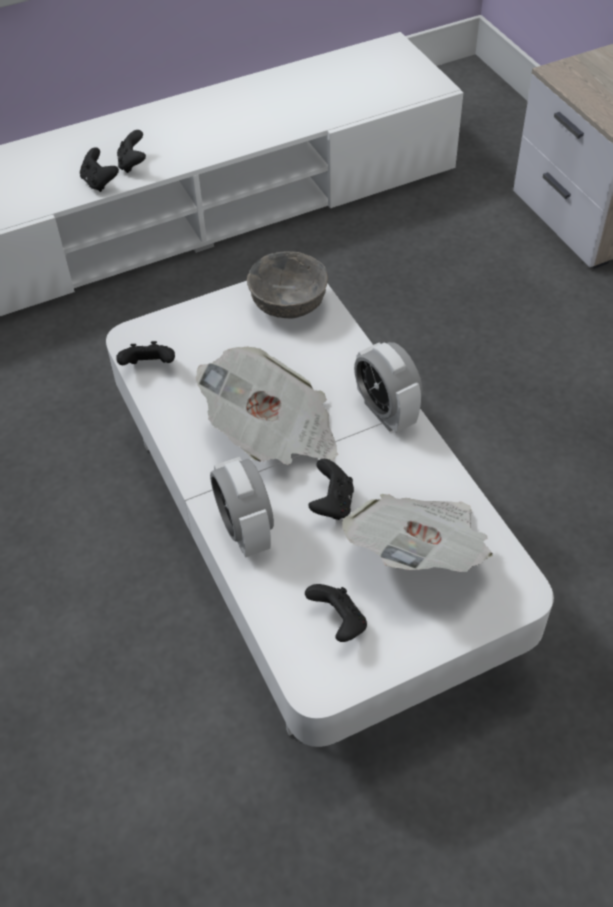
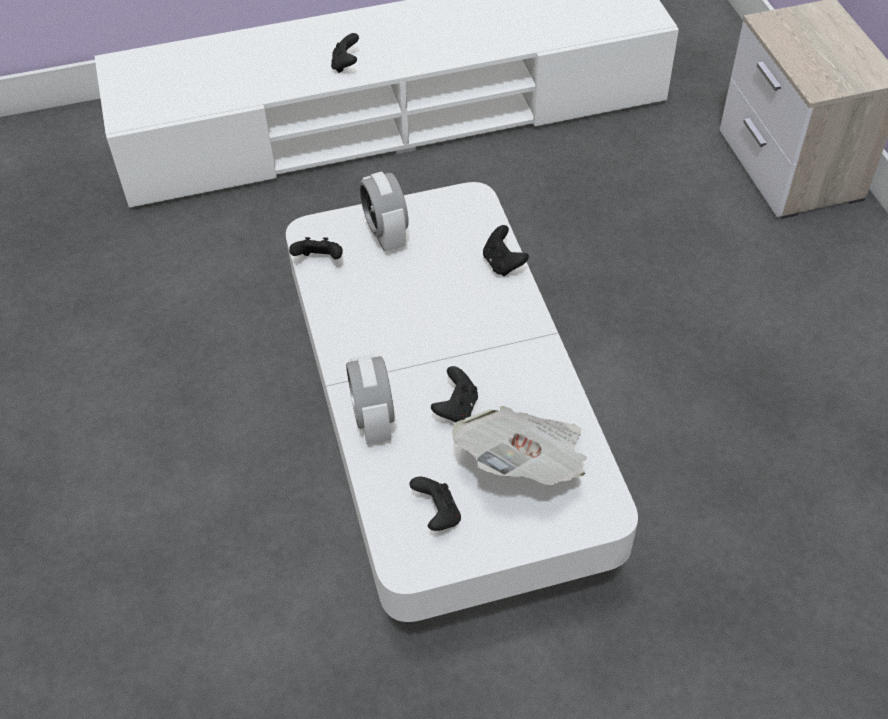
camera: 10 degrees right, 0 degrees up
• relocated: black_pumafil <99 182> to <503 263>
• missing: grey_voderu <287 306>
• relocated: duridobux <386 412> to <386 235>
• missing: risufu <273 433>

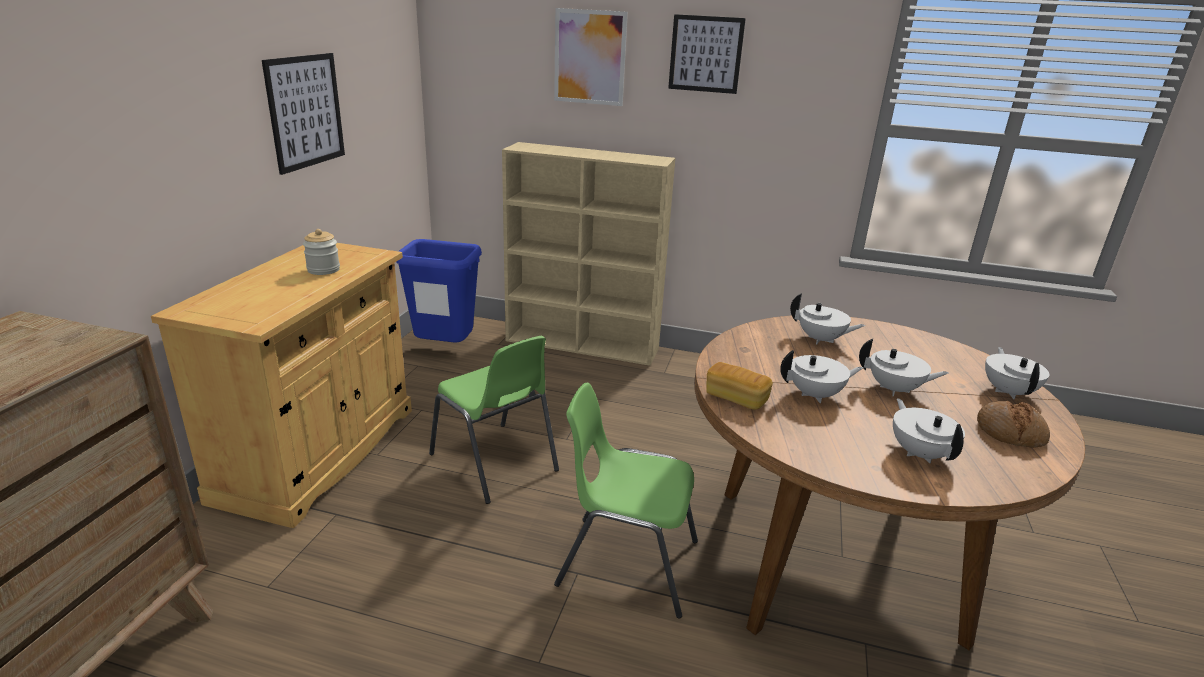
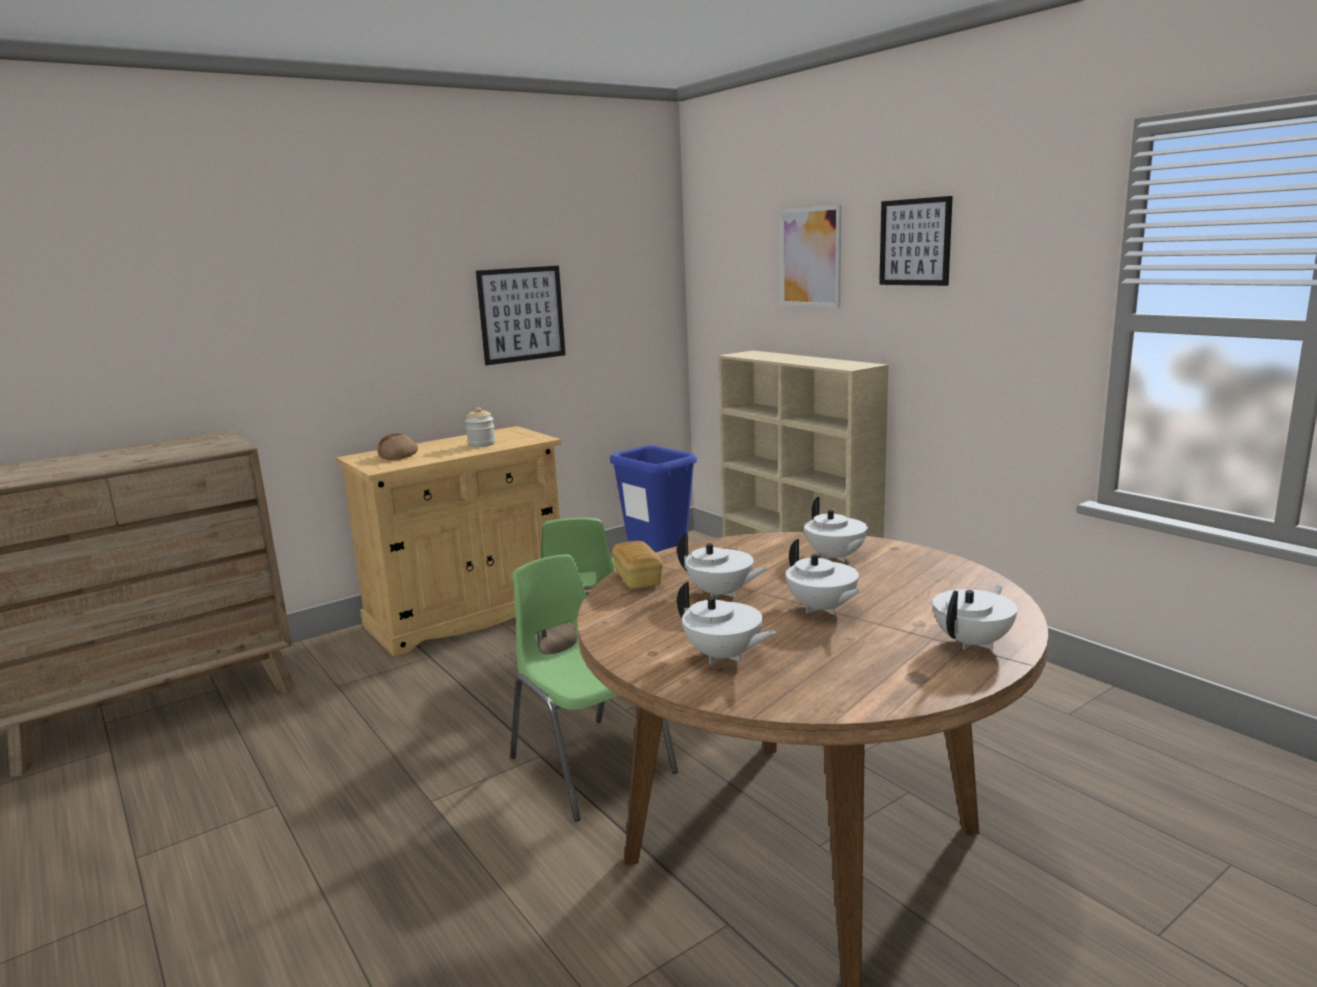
camera: 40 degrees right, 10 degrees down
• spun: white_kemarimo <920 453> = <723 656> 105 degrees clockwise
• relocated: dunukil <1010 432> to <398 455>

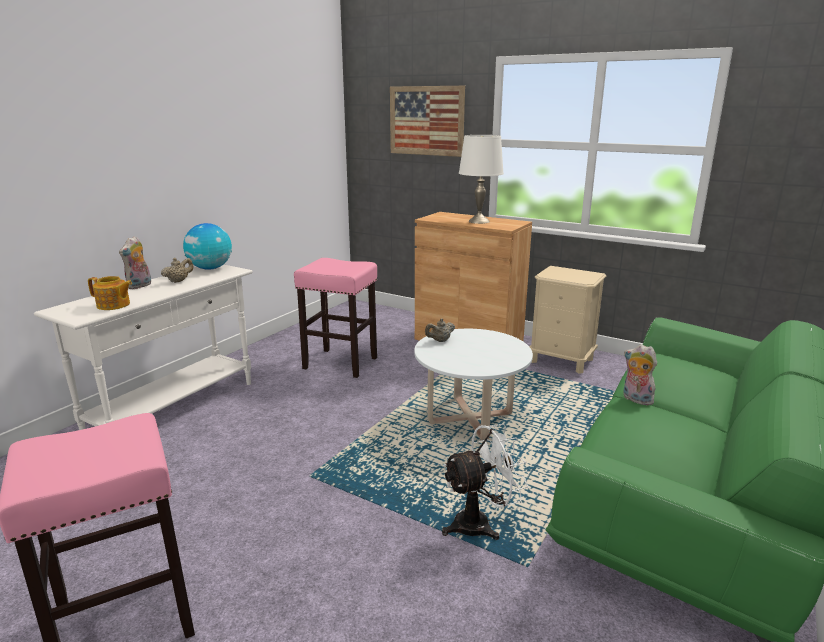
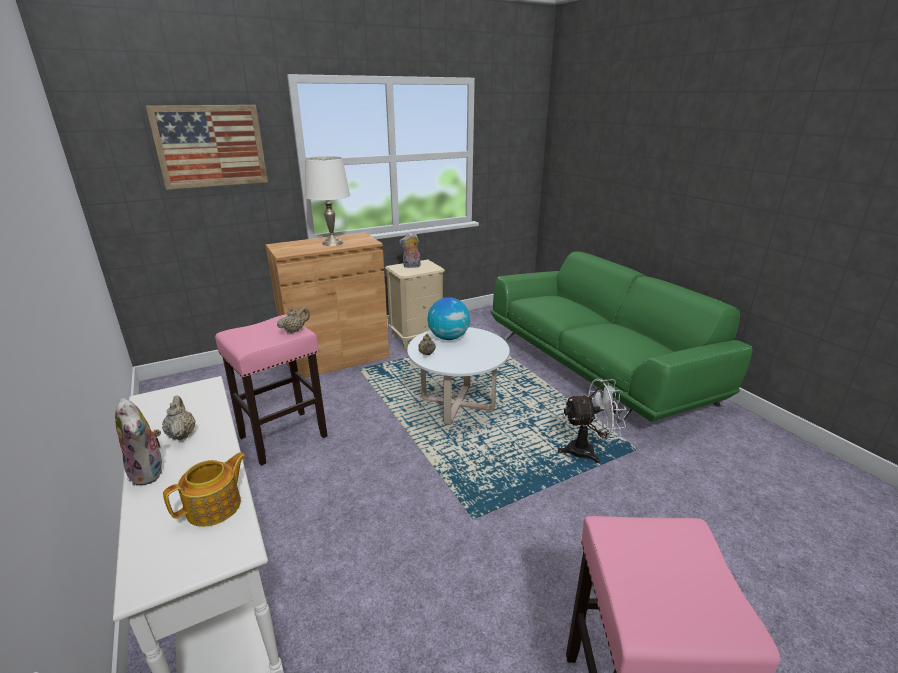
camera: 60 degrees left, 5 degrees up
• relocated: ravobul <210 268> to <448 338>
• relocated: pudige <635 399> to <411 266>
• spun: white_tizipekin <480 523> = <587 450> 75 degrees clockwise
• appeared: beige_kemarimo <295 330>

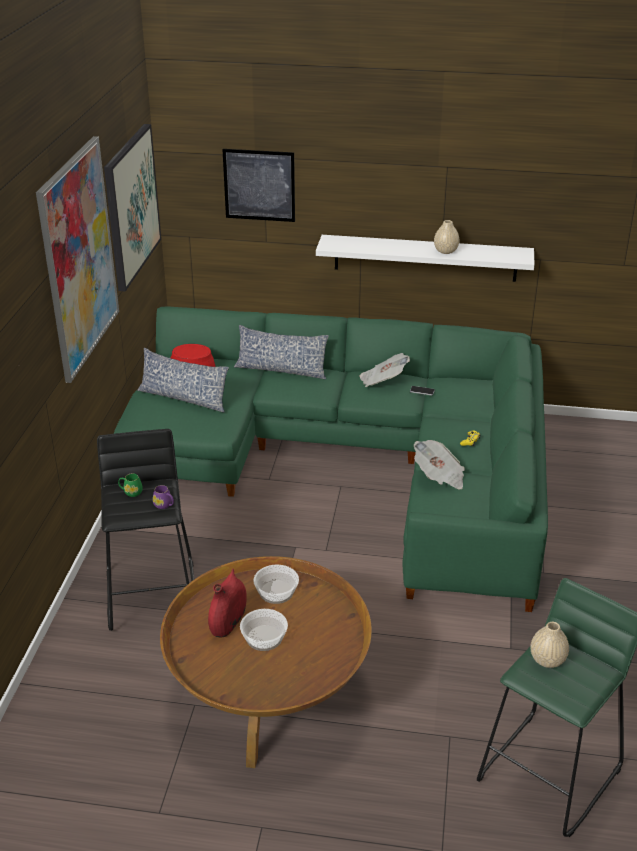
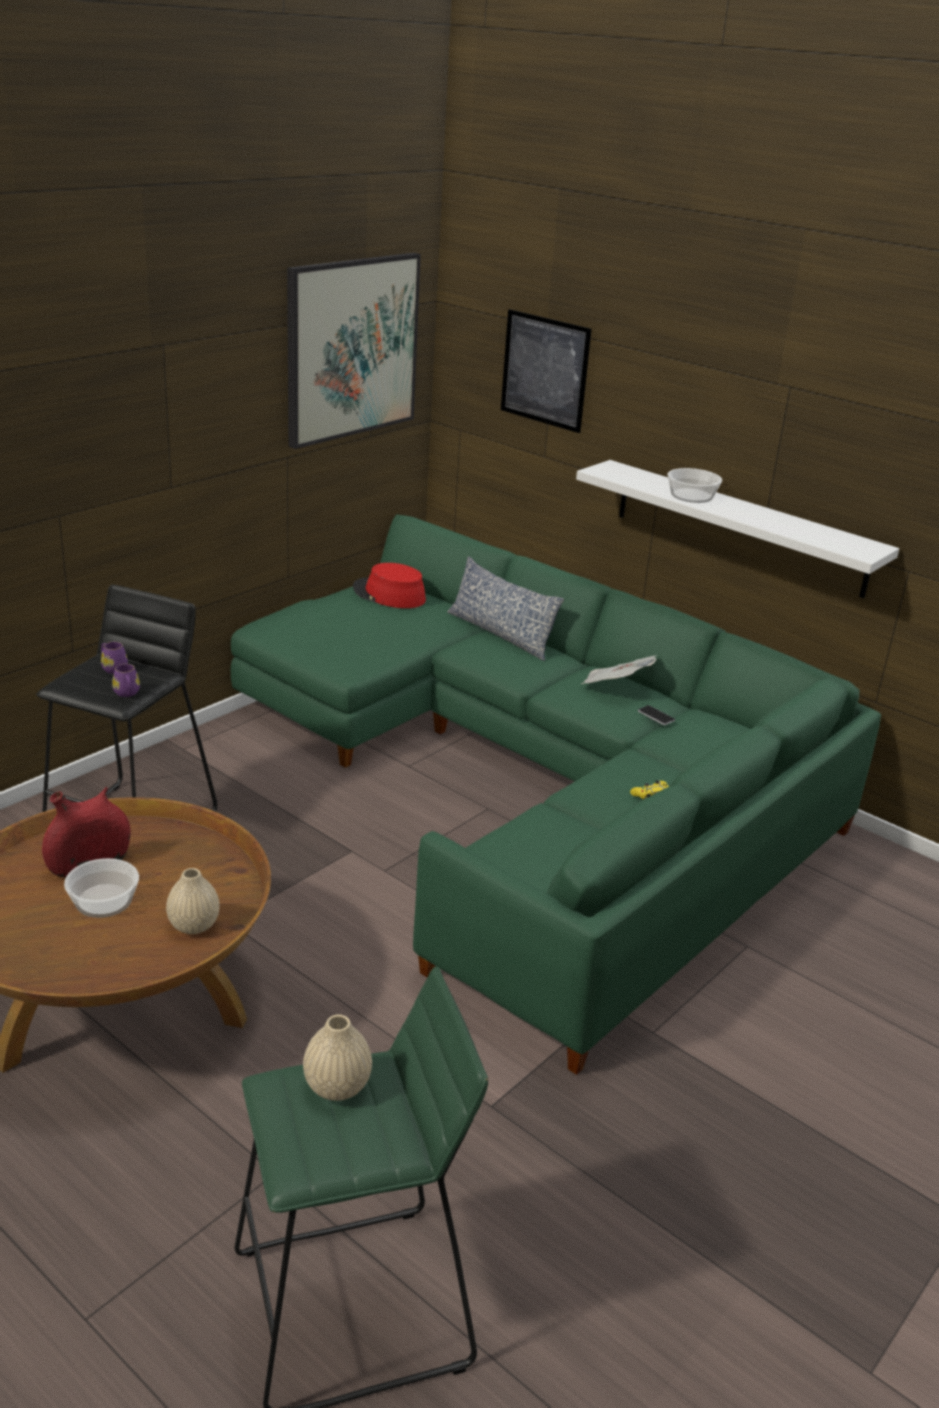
camera: 30 degrees right, 5 degrees down
• missing: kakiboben <79 258>
• relocated: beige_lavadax <445 251> to <194 925>
• missing: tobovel <183 398>
• missing: risufu <439 476>
• colour: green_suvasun <131 492> to purple_suvasun <112 668>
• relocated: voderu <276 592> to <691 495>

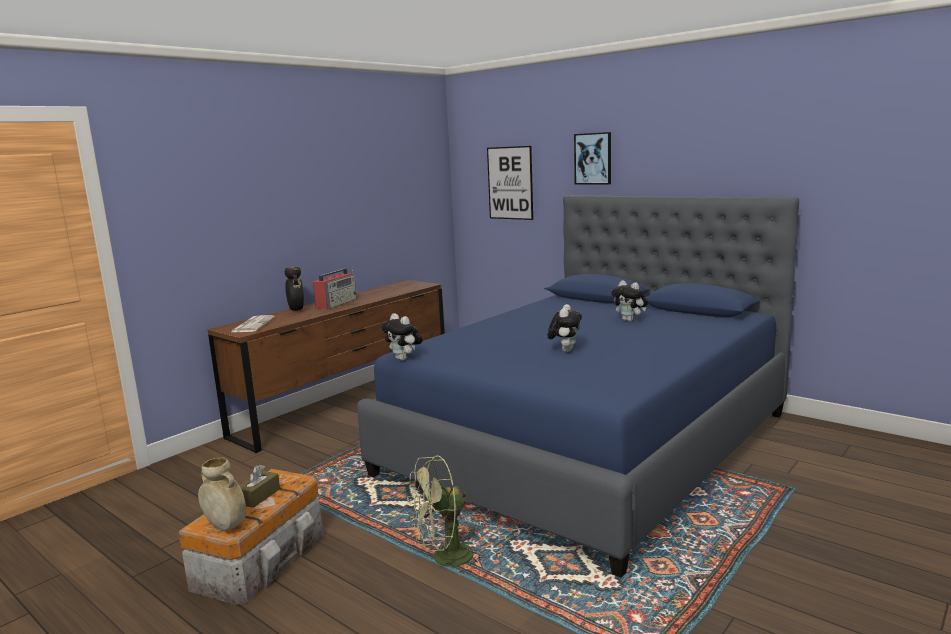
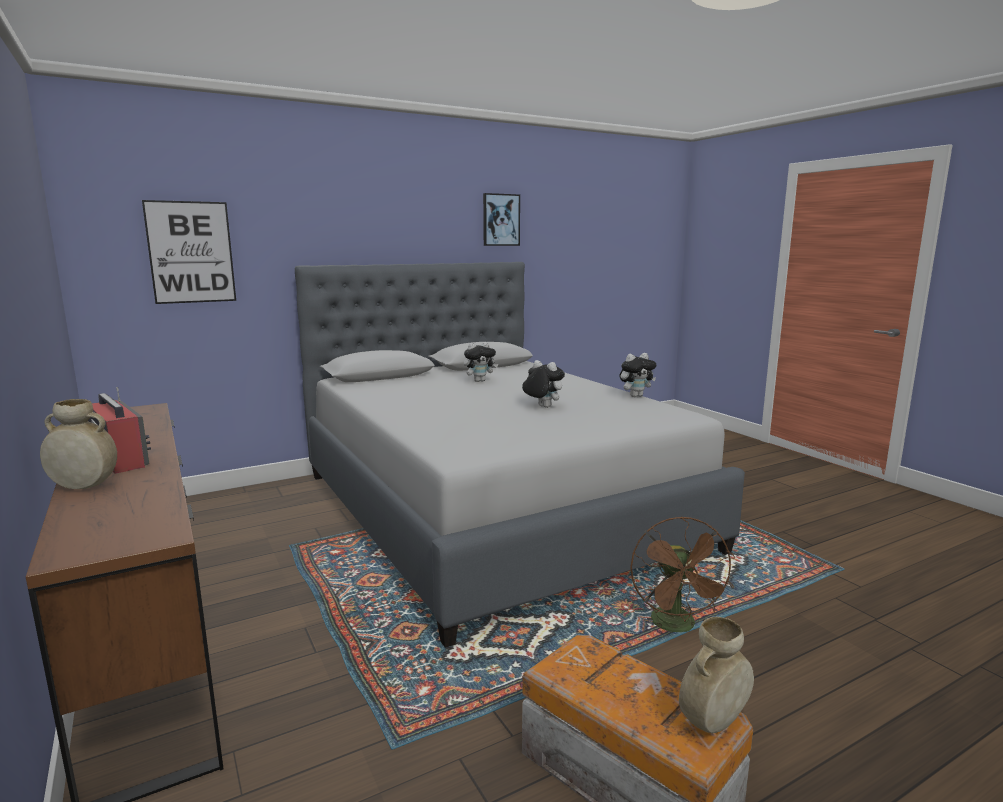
camera: 70 degrees left, 0 degrees up
• relocated: kakiboben <593 158> to <501 220>
• colour: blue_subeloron <589 443> to grey_subeloron <493 510>
• colour: black_lavadax <296 310> to beige_lavadax <83 487>
• relocated: pudige <404 359> to <636 396>
• missing: risufu <253 325>
• colour: green_tizipekin <444 559> to brown_tizipekin <677 627>
• missing: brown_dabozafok <259 496>

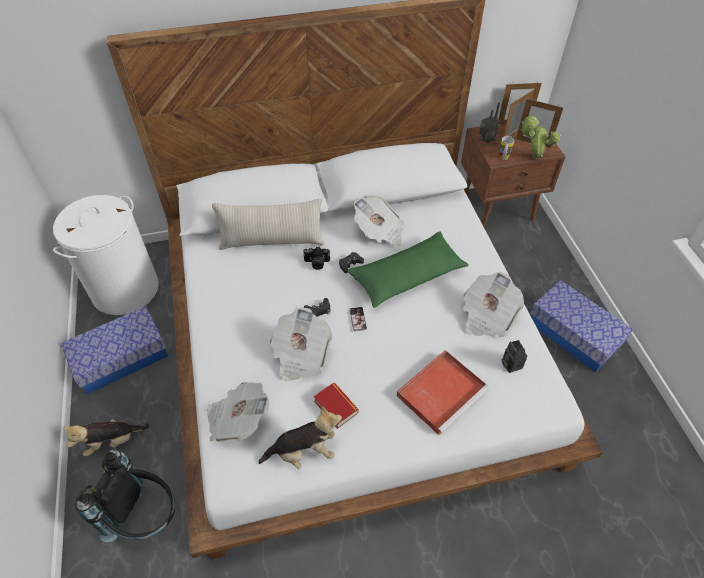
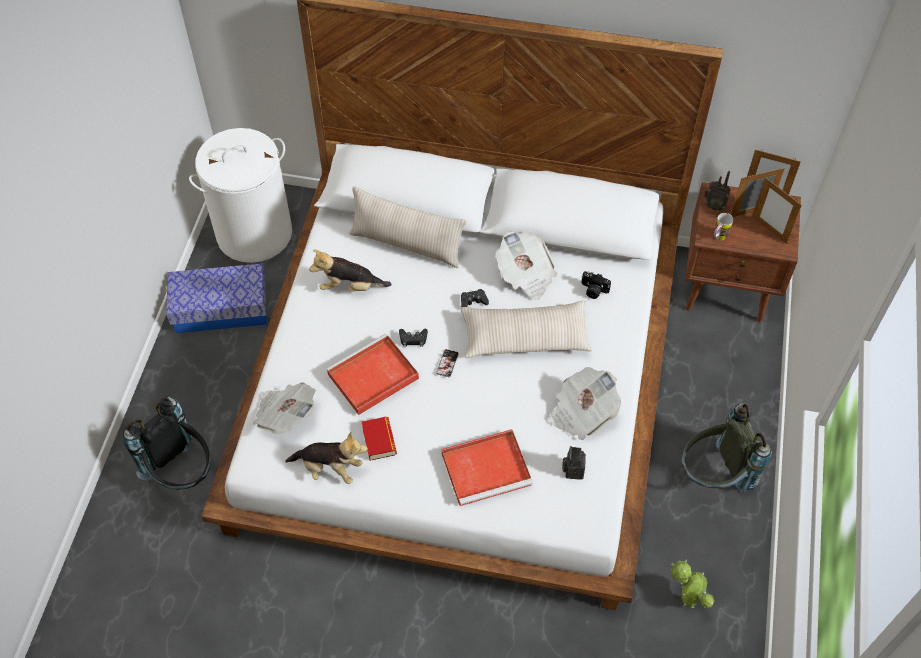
camera: 25 degrees right, 5 degrees up
• relocated: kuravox <533 157> to <687 599>
• colour: green_tobovel <407 276> to beige_tobovel <525 337>
• relocated: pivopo <316 263> to <593 290>
• exchanged: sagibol <573 334> to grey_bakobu <714 475>
• exchanged: risufu <300 355> to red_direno <371 377>
• relocated: pudige <112 441> to <350 286>

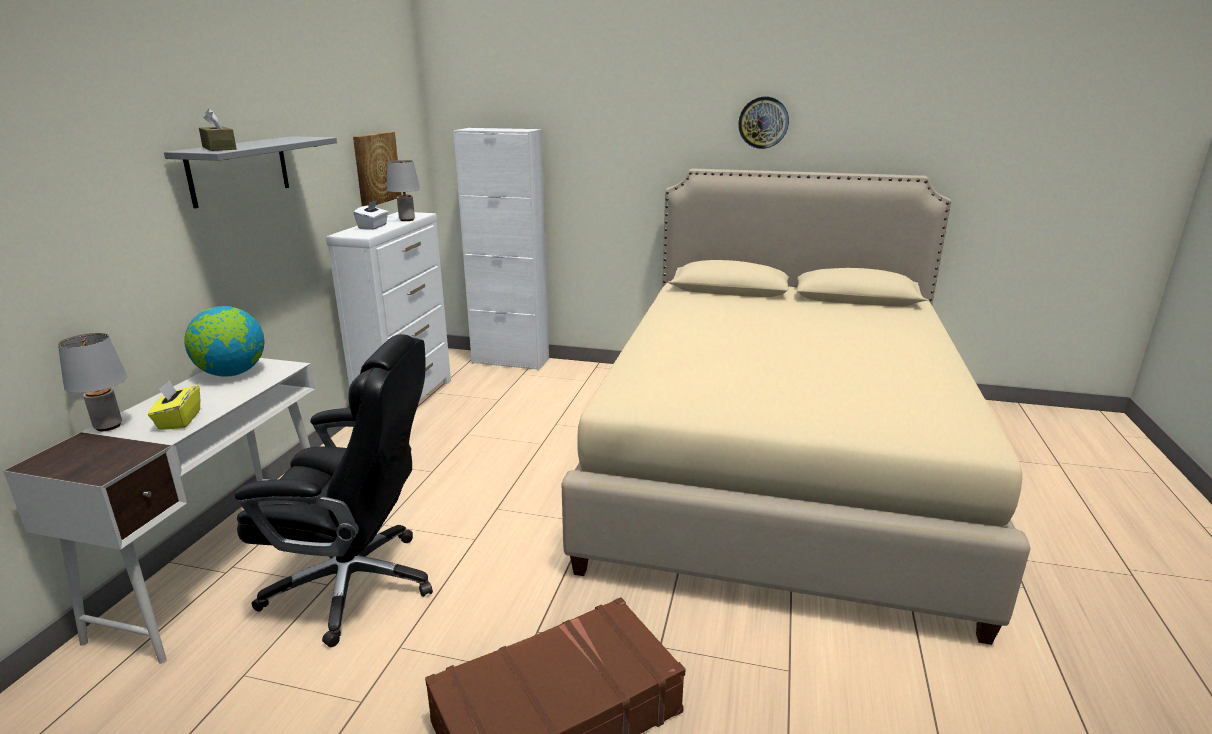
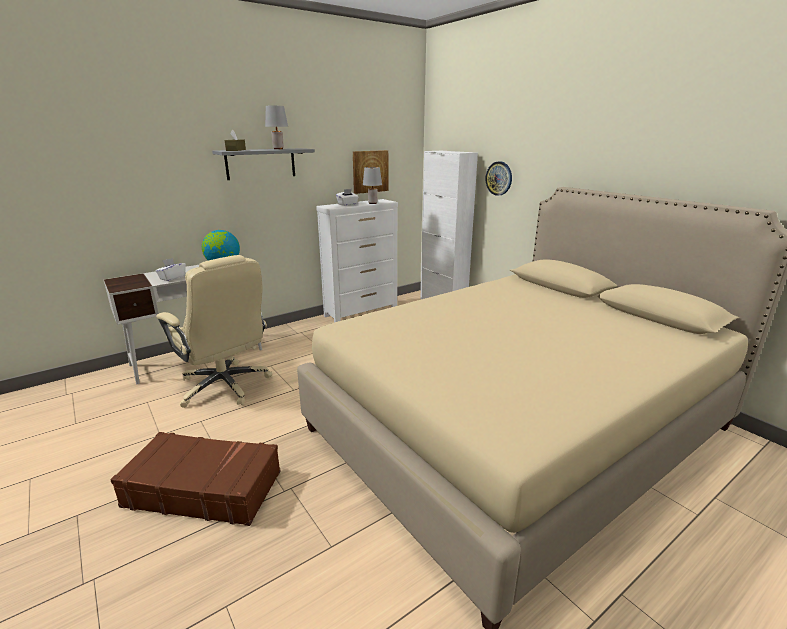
camera: 40 degrees right, 0 degrees up
• relocated: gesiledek <763 122> to <499 178>
• relocated: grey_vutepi <108 426> to <278 149>
• colour: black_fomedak <356 584> to beige_fomedak <225 386>
• colour: yellow_dabozafok <179 420> to white_dabozafok <172 277>

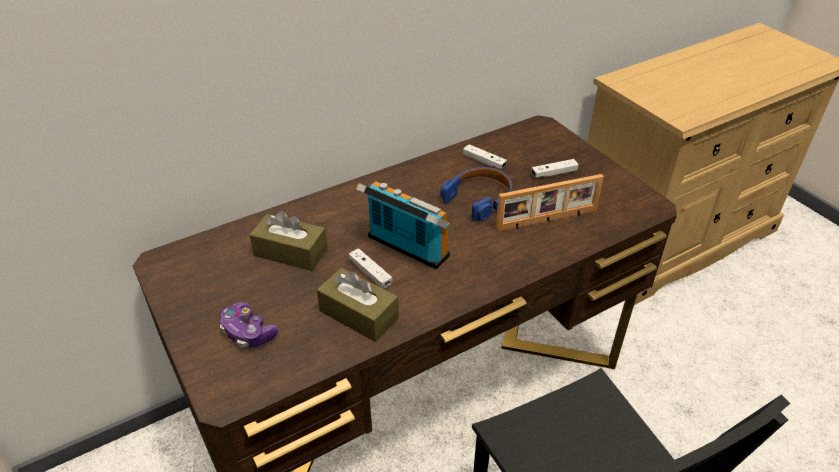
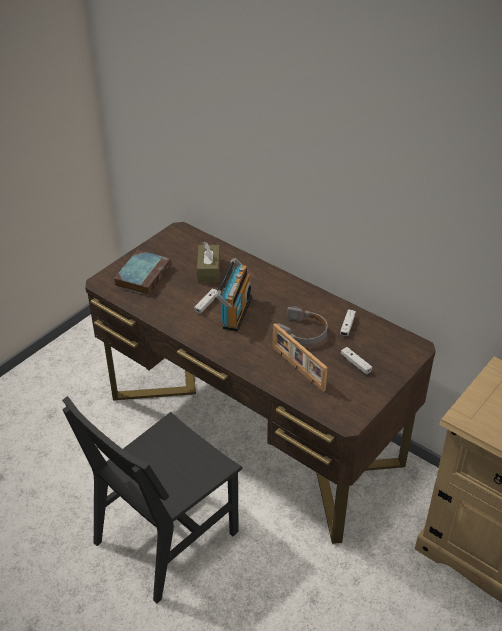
camera: 70 degrees right, 0 degrees up
• colour: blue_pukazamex <479 198> to grey_pukazamex <303 332>
• missing: brown_dabozafok <359 314>
• exchanged: pumafil <248 333> to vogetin <143 275>

